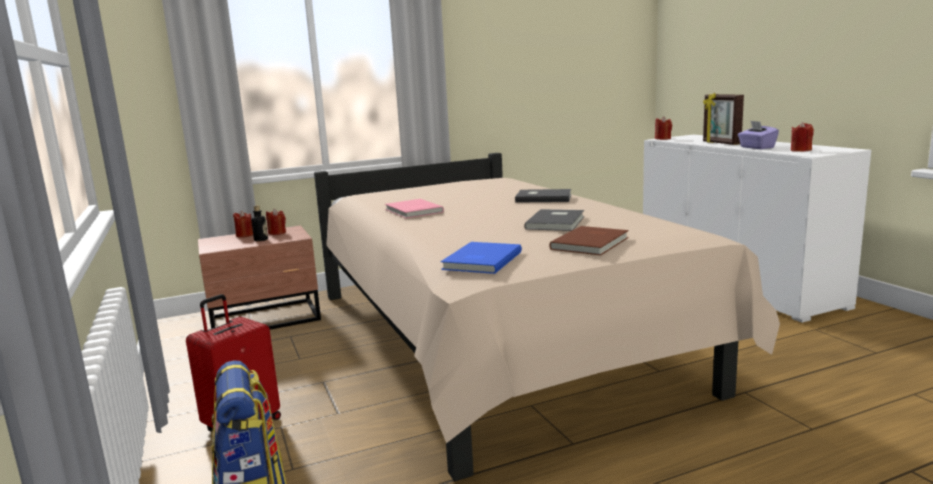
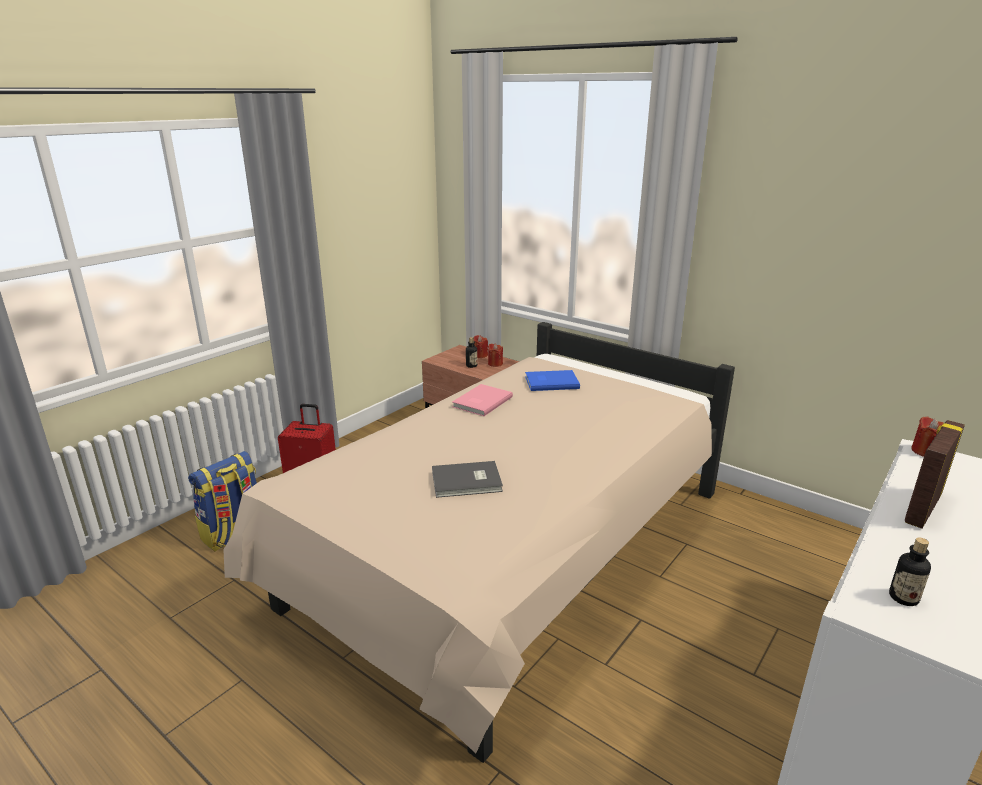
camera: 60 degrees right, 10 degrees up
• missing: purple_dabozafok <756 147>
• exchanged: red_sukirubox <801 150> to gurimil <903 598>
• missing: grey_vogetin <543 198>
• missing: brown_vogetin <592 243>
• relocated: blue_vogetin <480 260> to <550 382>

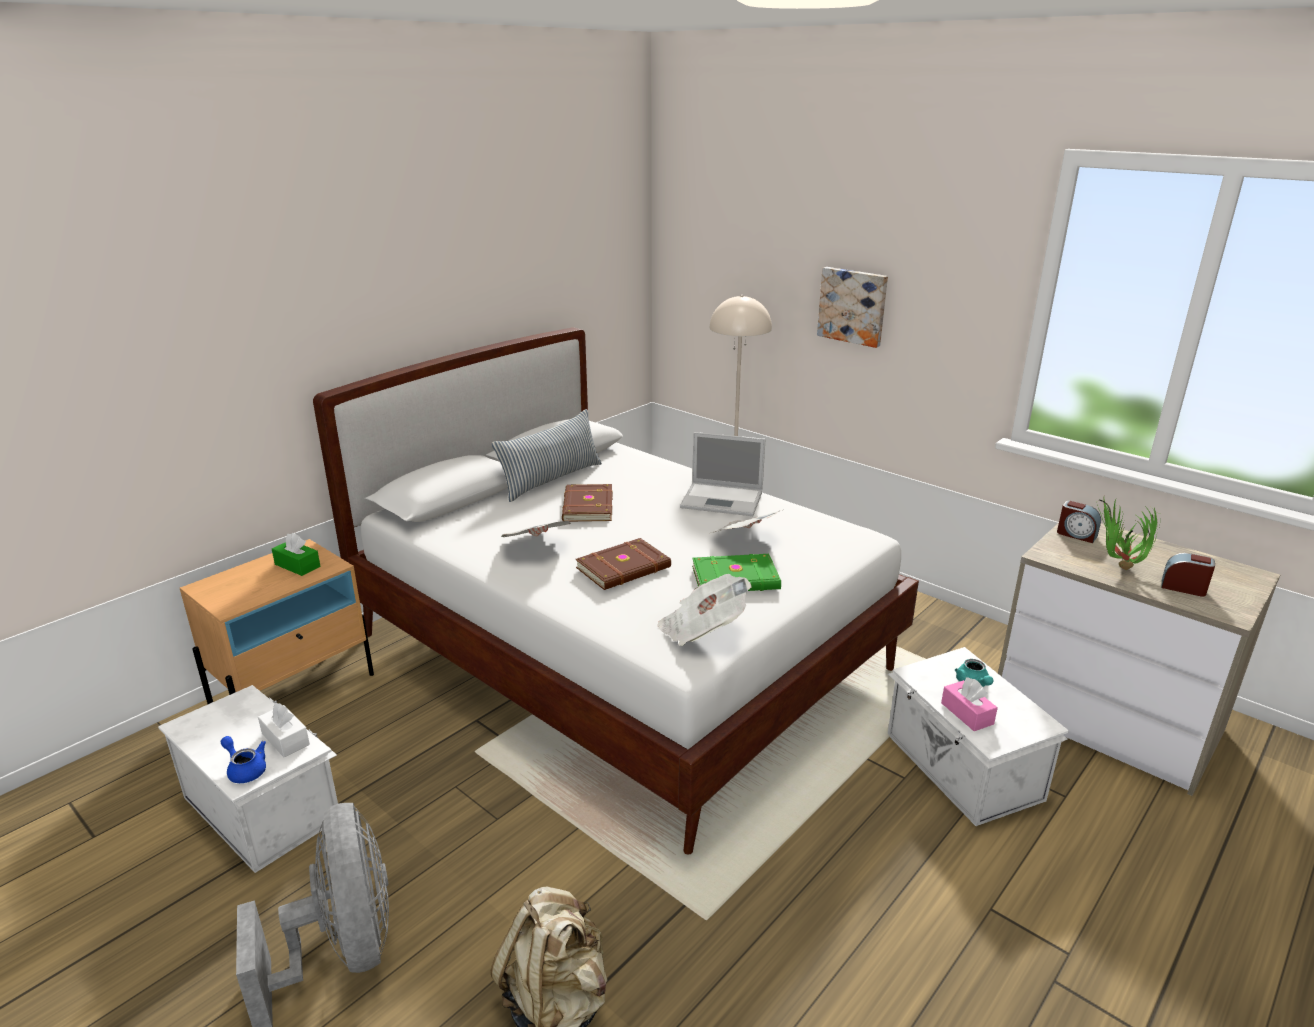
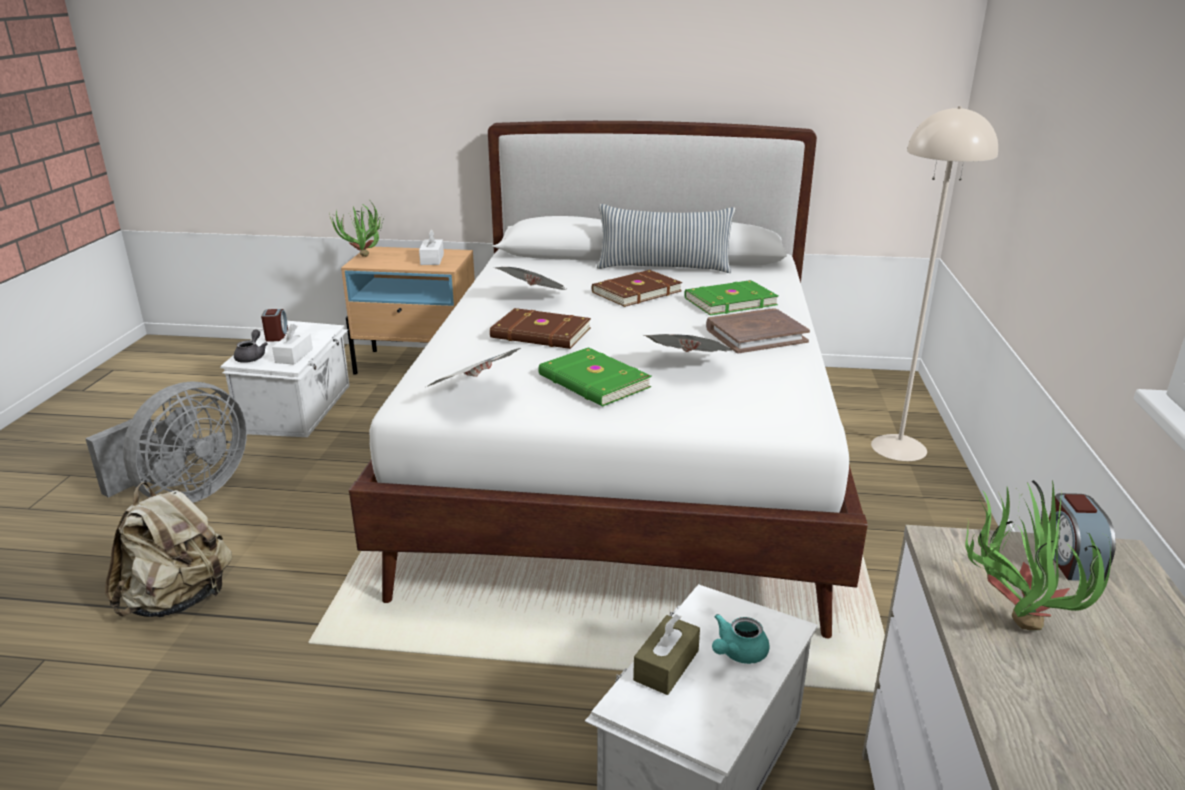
camera: 55 degrees right, 0 degrees up
• missing: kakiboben <853 306>
• exchanged: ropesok <723 500> to brown_vogetin <756 335>
• colour: green_dabozafok <297 565> to white_dabozafok <432 259>
• relocated: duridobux <1183 587> to <277 335>
• colour: pink_dabozafok <967 713> to brown_dabozafok <666 665>
• colour: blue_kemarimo <245 769> to grey_kemarimo <252 357>
• appeared: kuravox <364 259>
• appeared: green_vogetin <729 301>

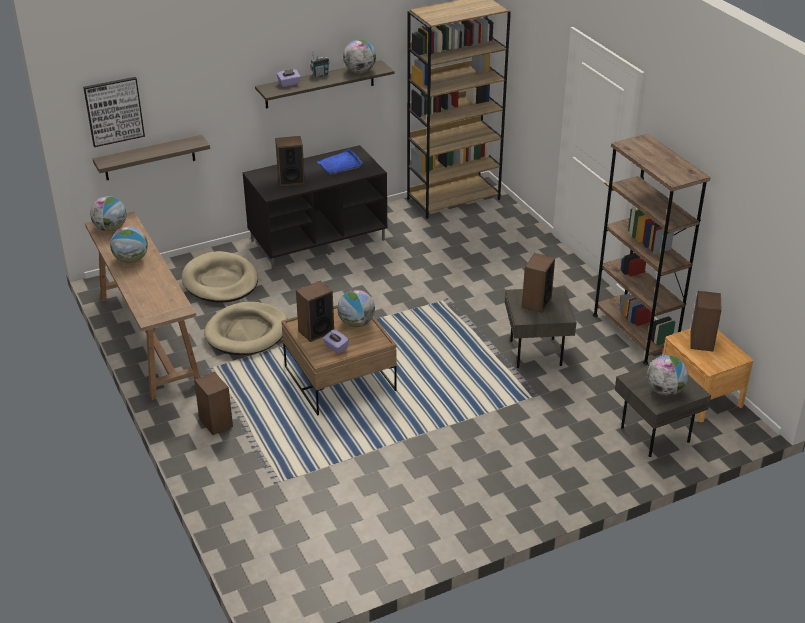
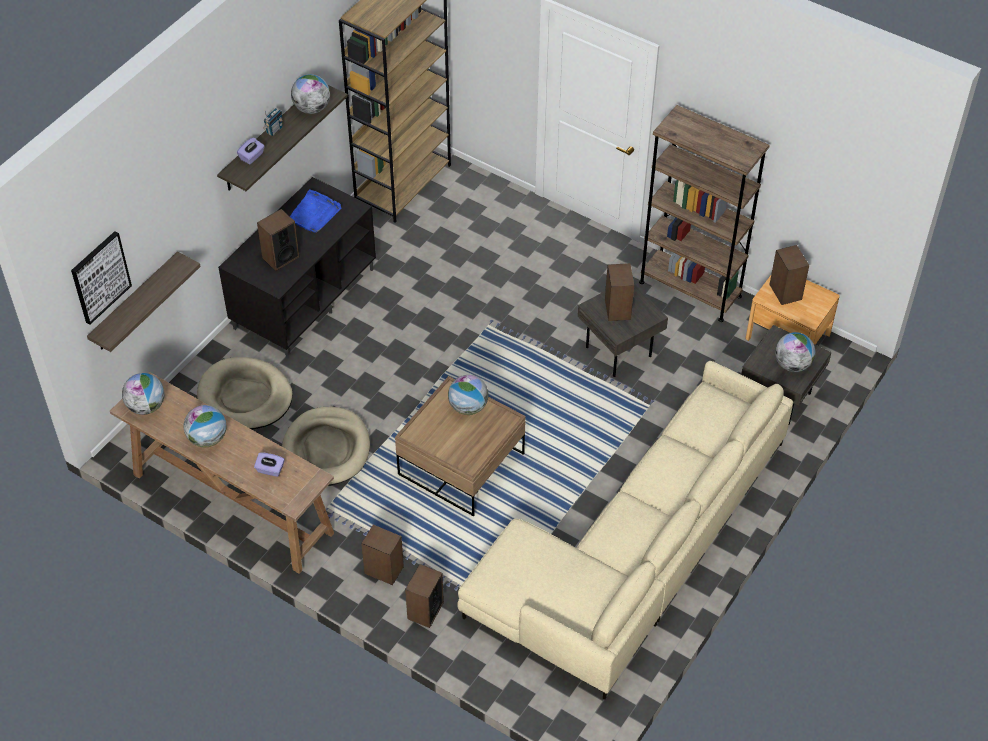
camera: 30 degrees left, 15 degrees up
• relocated: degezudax <316 331> to <425 610>
• relocated: purple_dabozafok <335 347> to <270 470>
• appeared: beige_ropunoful <633 551>

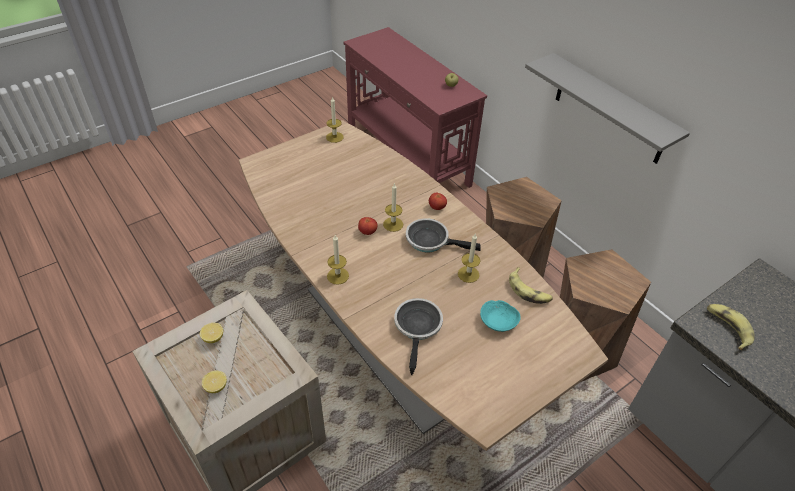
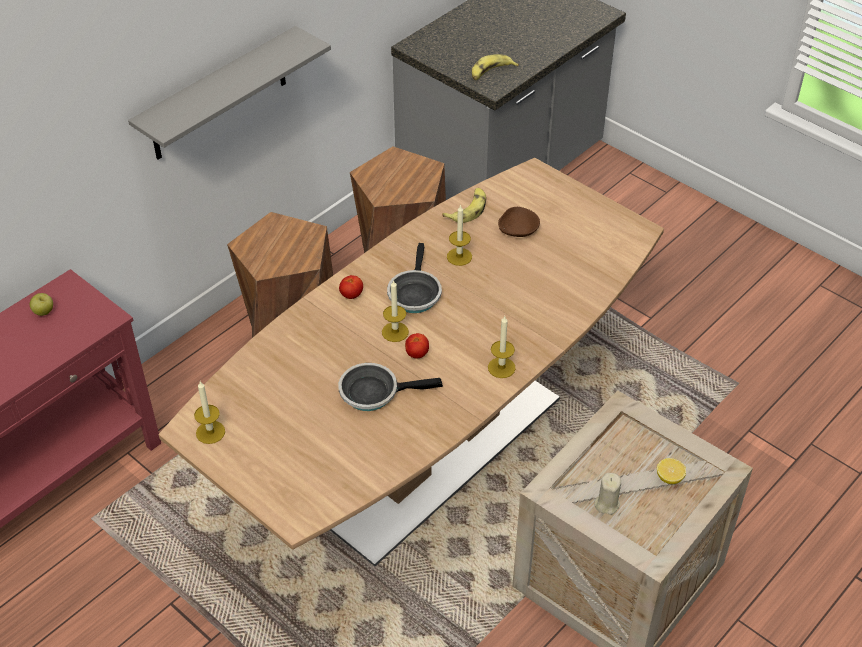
camera: 100 degrees left, 0 degrees up
• relocated: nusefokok <418 328> to <374 392>
• colour: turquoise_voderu <498 321> to brown_voderu <517 229>
• exchanged: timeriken <213 338> to beige_sukirubox <606 504>

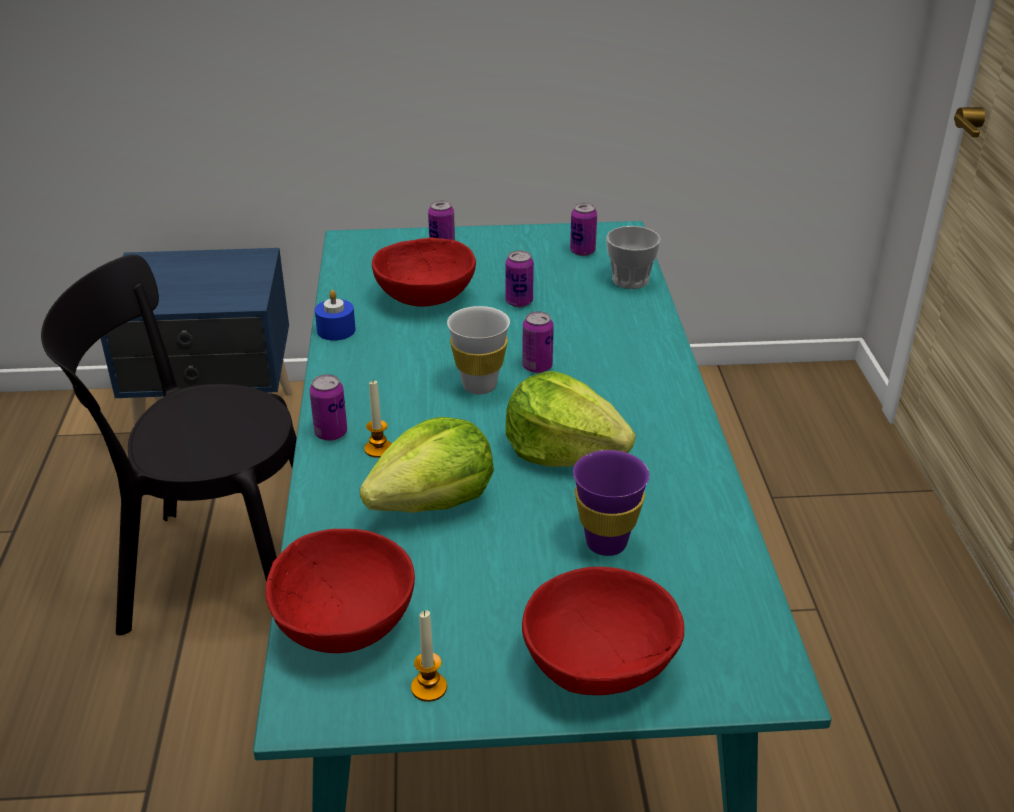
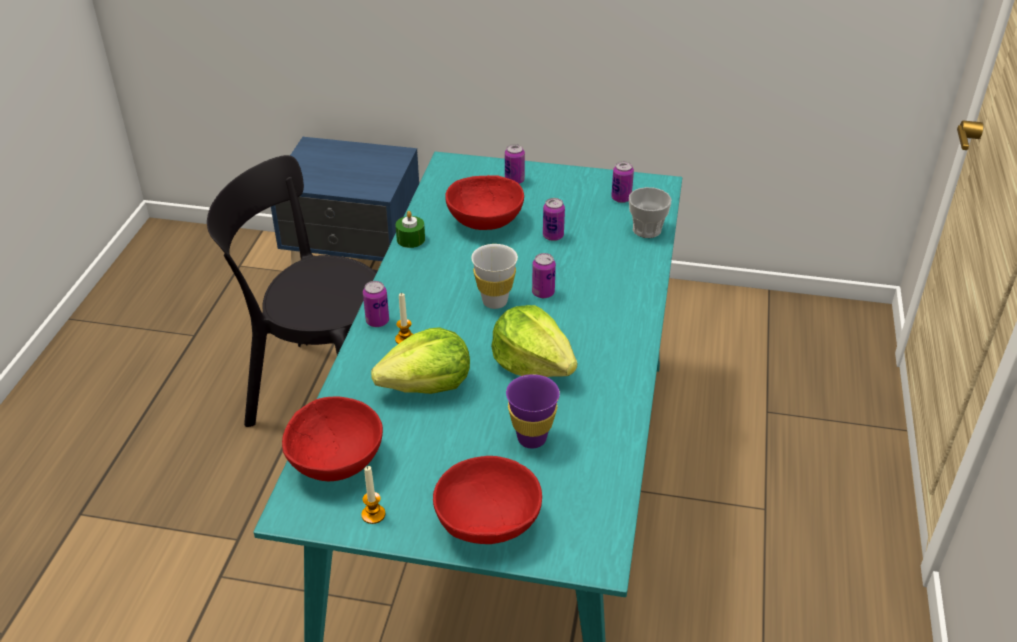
camera: 15 degrees right, 5 degrees up
• colour: blue_sukirubox <336 330> to green_sukirubox <410 239>

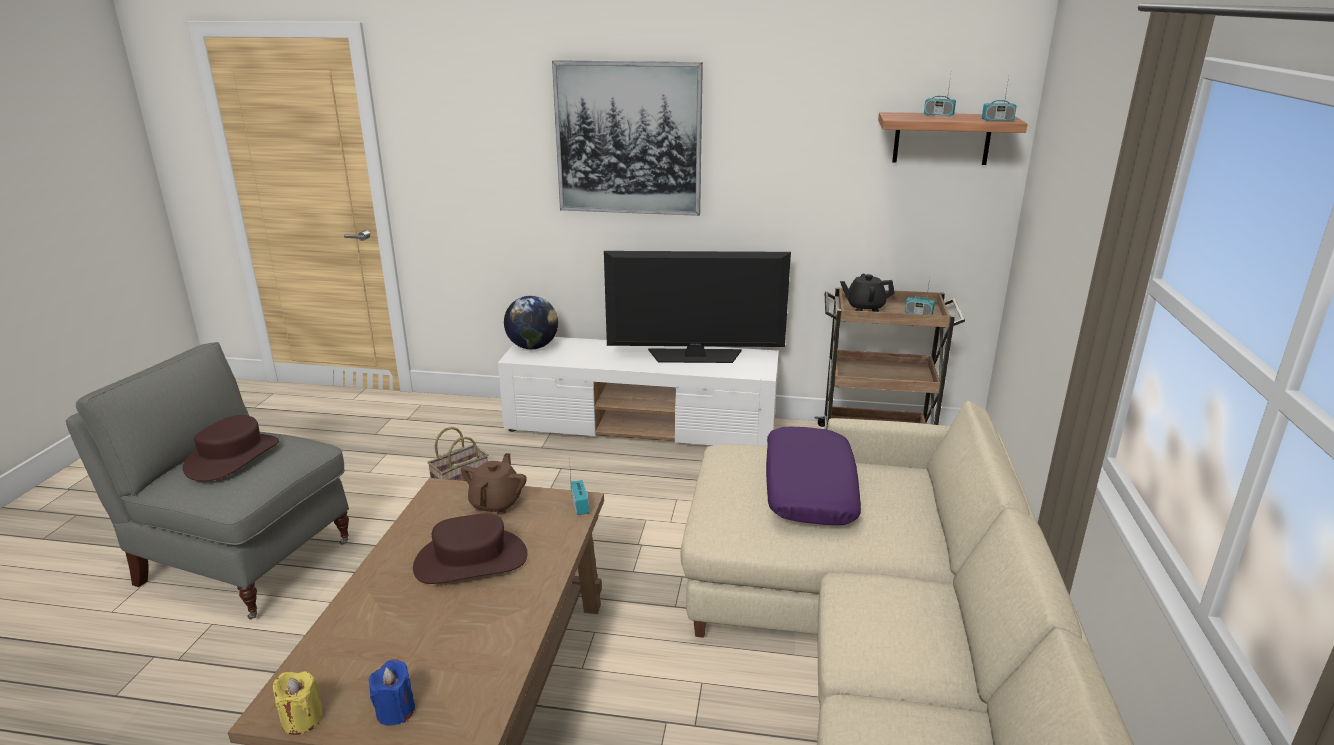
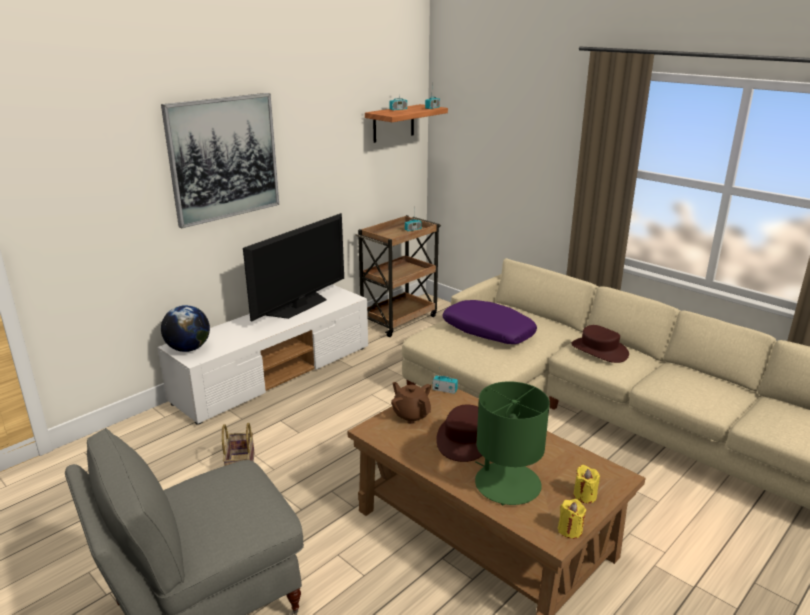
camera: 55 degrees left, 0 degrees up
• missing: black_kemarimo <865 307>
• relocated: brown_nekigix <232 457> to <599 350>
• colour: blue_sukirubox <395 711> to yellow_sukirubox <585 495>
• appeared: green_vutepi <507 484>

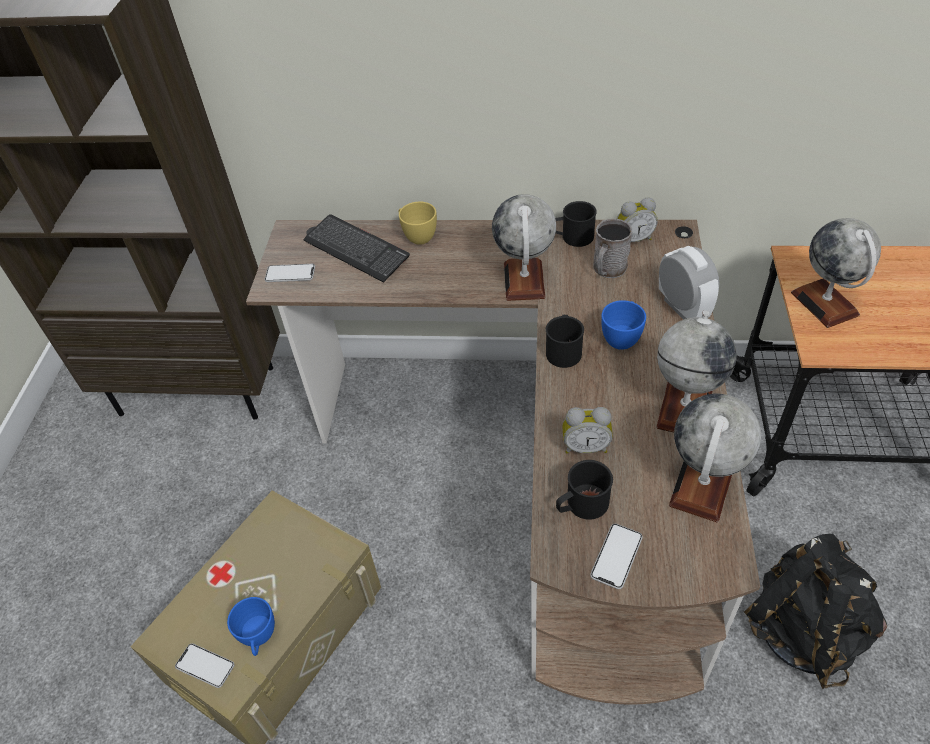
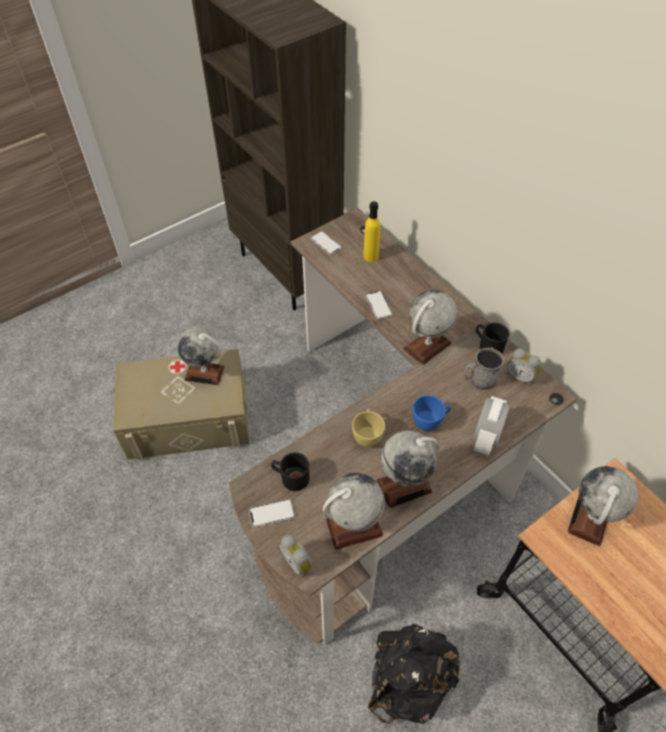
camera: 45 degrees right, 5 degrees up
• relocated: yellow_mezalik <417 236> to <367 435>
• exchanged: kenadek <356 250> to yellow_gurimil <370 256>
• missing: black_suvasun <563 350>
• relocated: duridobux <585 446> to <298 562>
• missing: blue_mezalik <259 638>
• relocated: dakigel <205 666> to <378 305>
• appeared: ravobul <204 373>

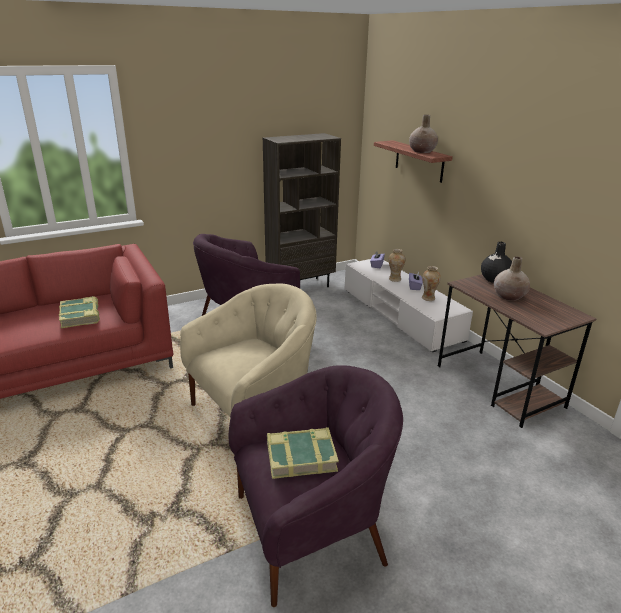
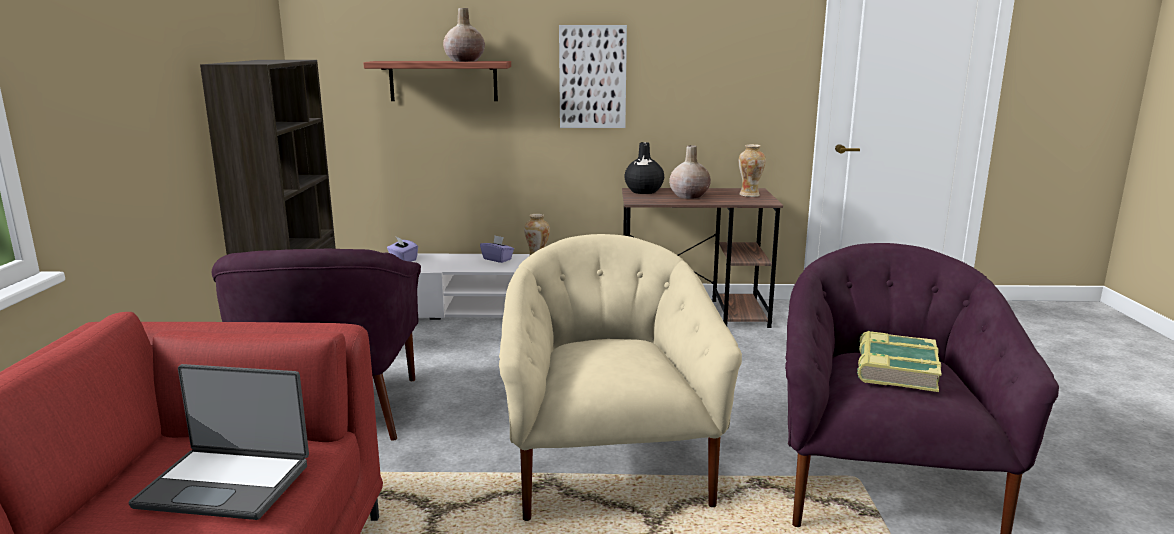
camera: 60 degrees left, 10 degrees down
• relocated: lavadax <395 279> to <749 195>
• exchanged: vogetin <81 316> to ropesok <226 484>
• appeared: kakiboben <592 77>

